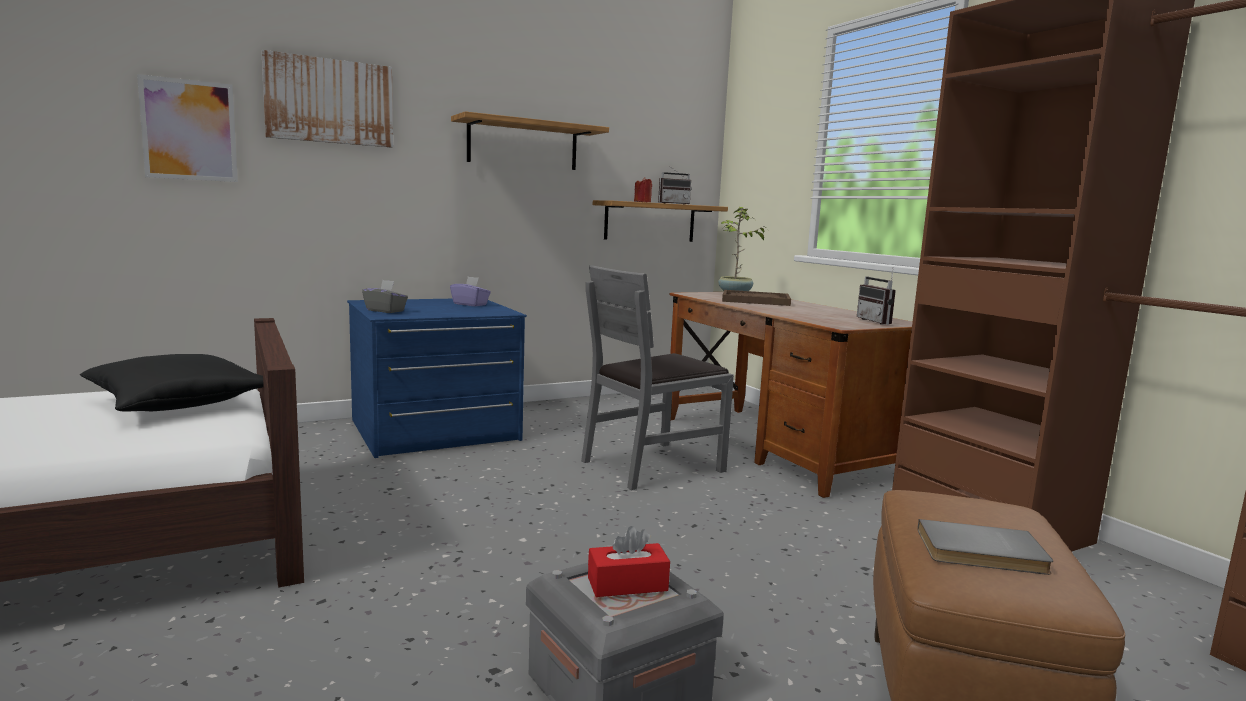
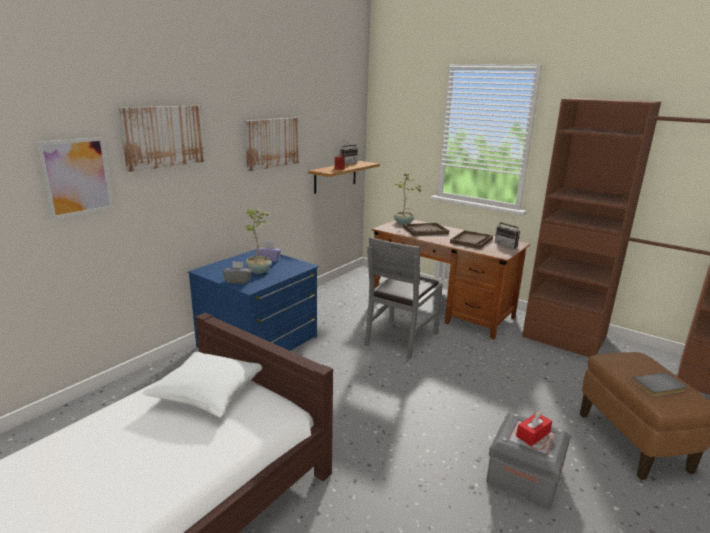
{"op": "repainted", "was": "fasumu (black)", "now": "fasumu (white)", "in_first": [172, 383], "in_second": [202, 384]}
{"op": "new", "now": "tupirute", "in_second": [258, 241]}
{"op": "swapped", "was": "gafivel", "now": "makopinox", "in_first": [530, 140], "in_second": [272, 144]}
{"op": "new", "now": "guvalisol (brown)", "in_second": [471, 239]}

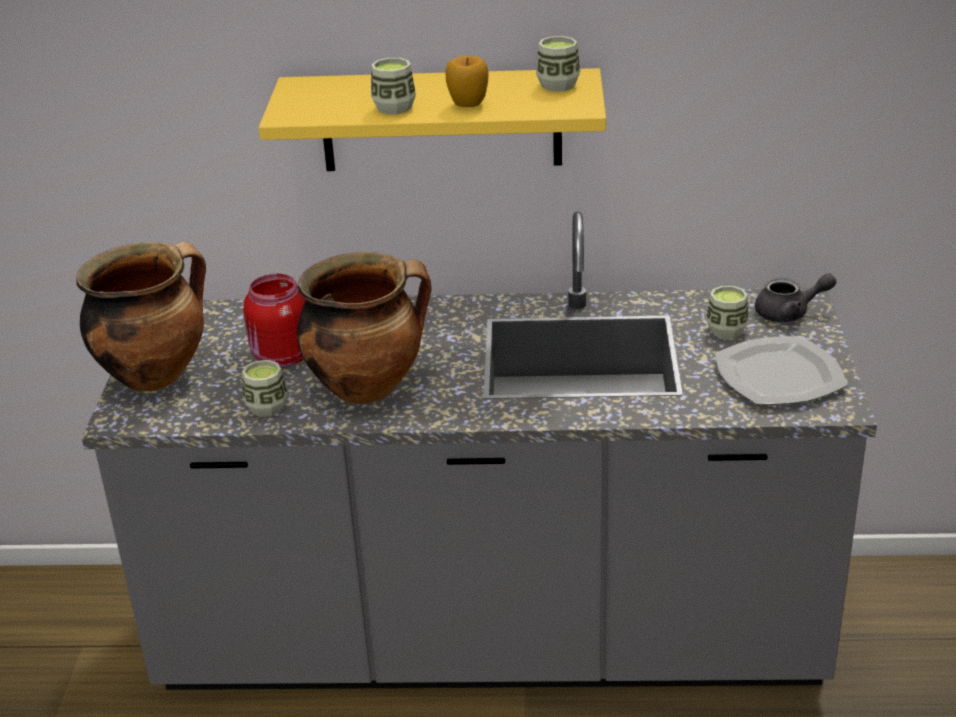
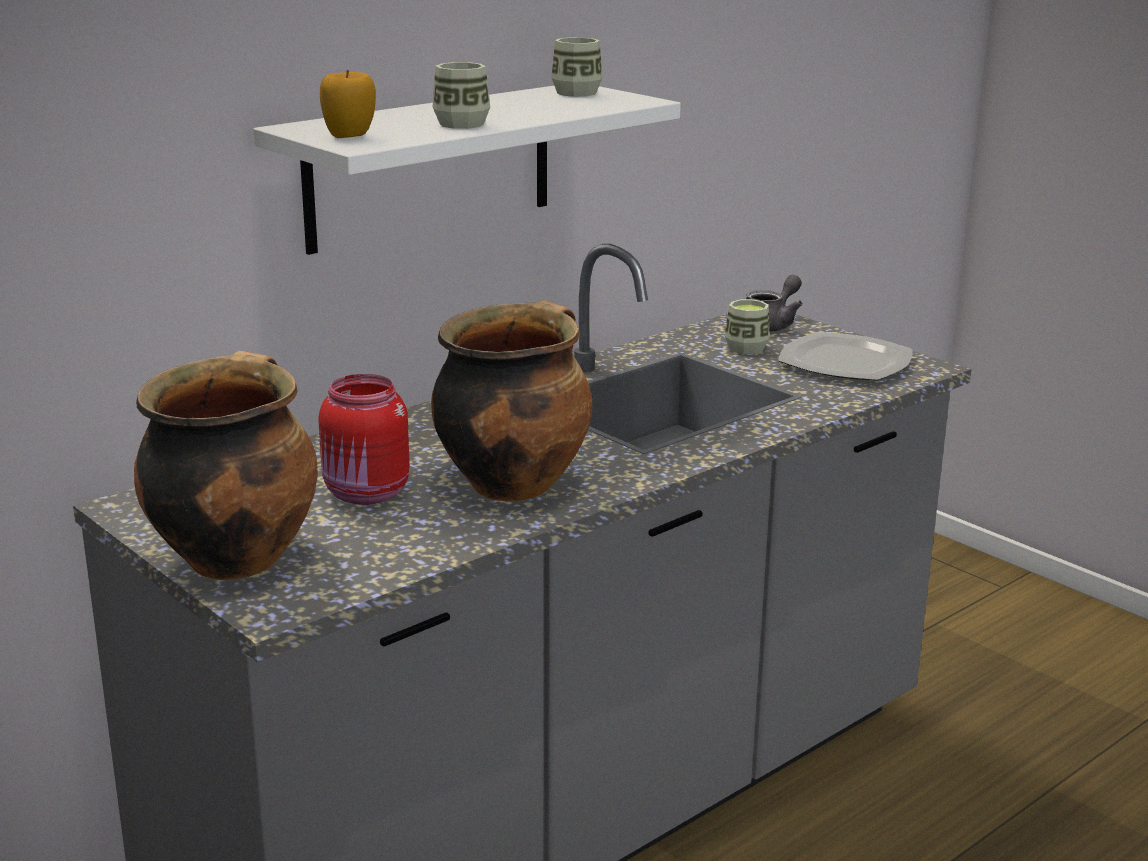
{"op": "repainted", "was": "gafivel (yellow)", "now": "gafivel (white)", "in_first": [432, 119], "in_second": [467, 170]}
{"op": "shifted", "was": "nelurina", "in_first": [467, 81], "in_second": [348, 104]}
{"op": "gone", "was": "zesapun", "in_first": [265, 388]}

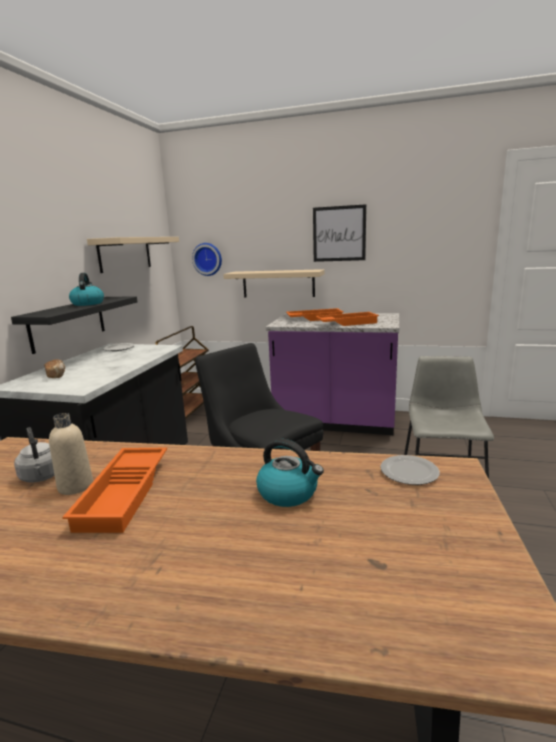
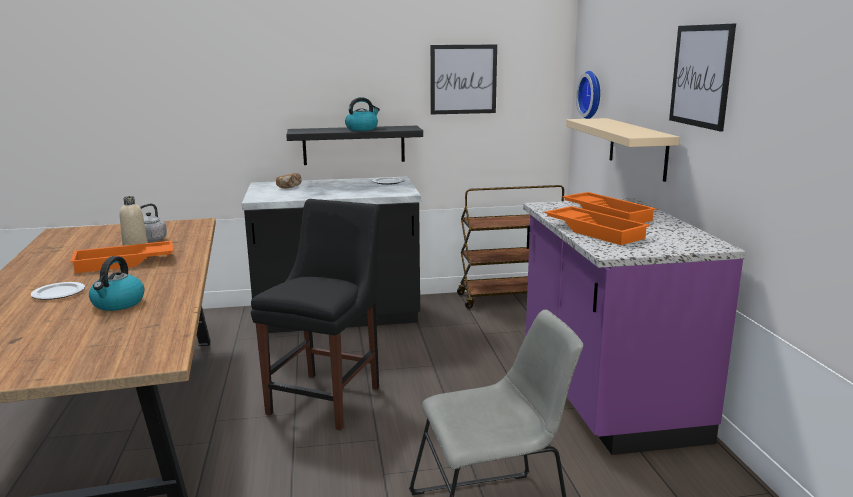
{"op": "shifted", "was": "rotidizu", "in_first": [410, 470], "in_second": [58, 291]}
{"op": "swapped", "was": "gafivel (beige)", "now": "makopinox", "in_first": [133, 255], "in_second": [463, 79]}

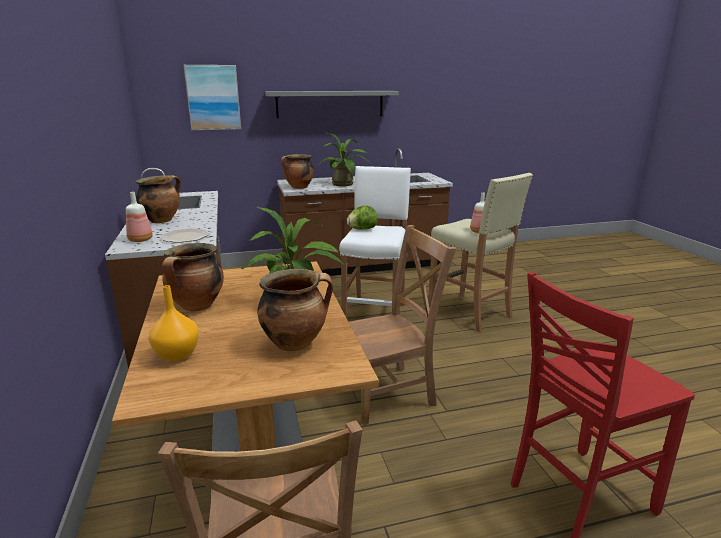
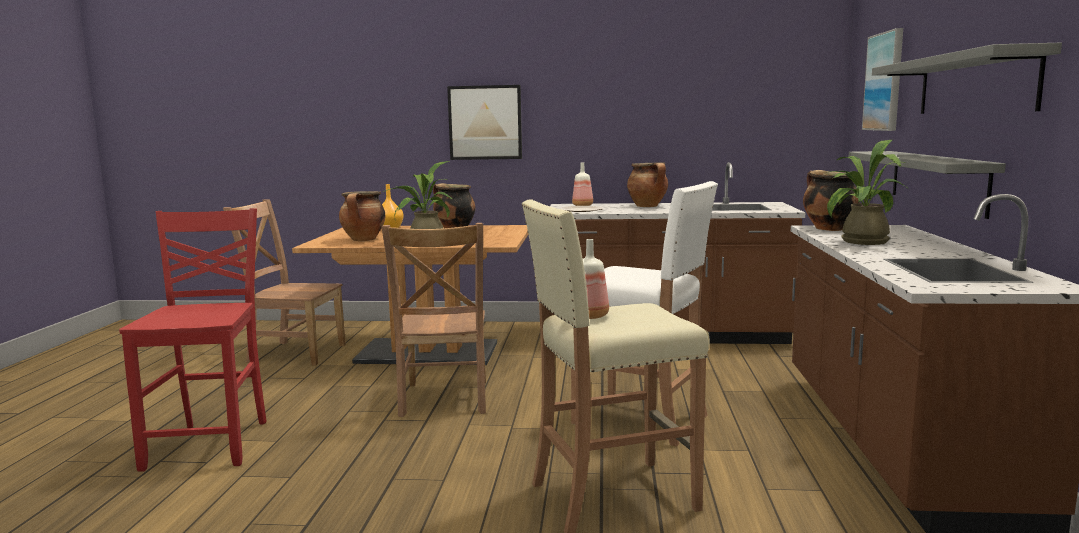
{"op": "new", "now": "makopinox", "in_second": [484, 122]}
{"op": "new", "now": "gafivel (grey)", "in_second": [927, 185]}
{"op": "gone", "was": "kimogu", "in_first": [362, 218]}

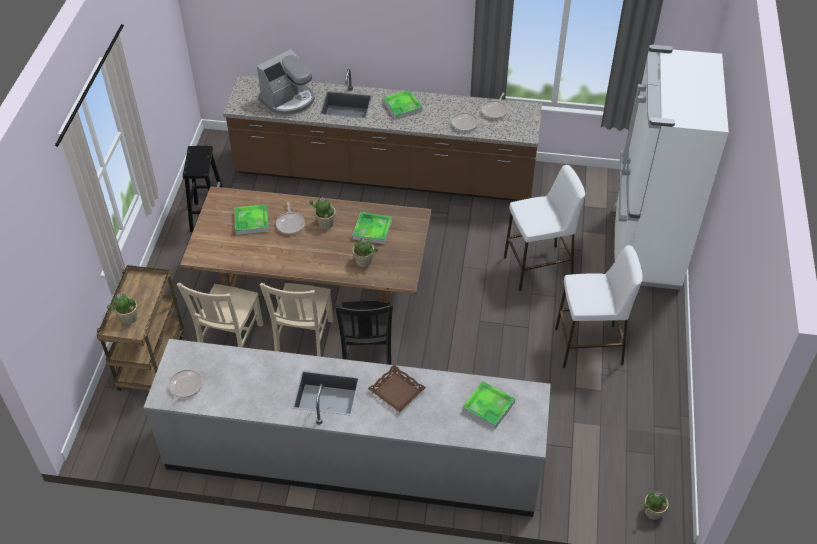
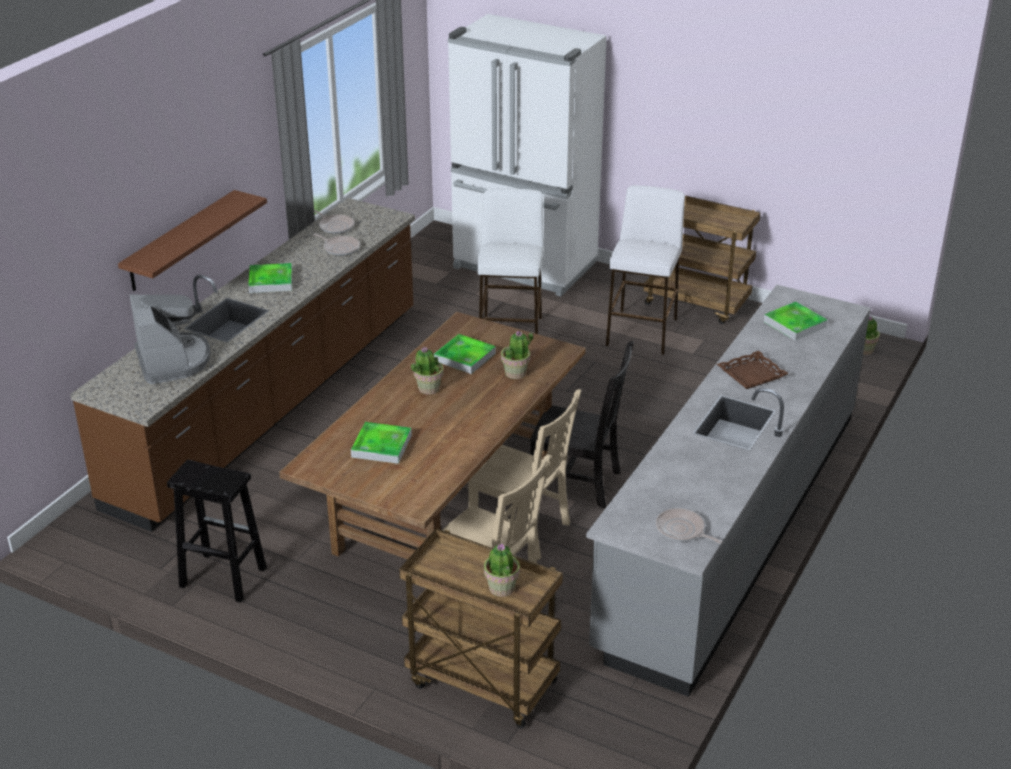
{"op": "new", "now": "gafivel (brown)", "in_second": [192, 240]}
{"op": "new", "now": "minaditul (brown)", "in_second": [701, 260]}
{"op": "gone", "was": "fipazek", "in_first": [290, 217]}

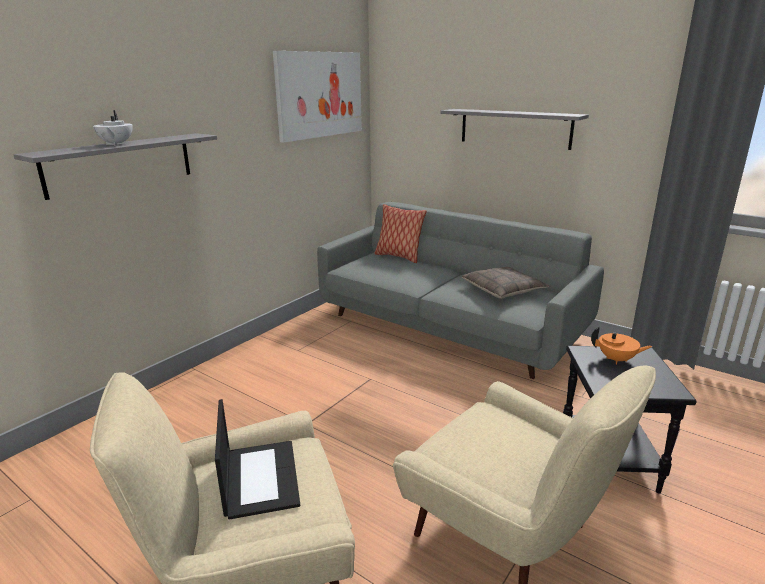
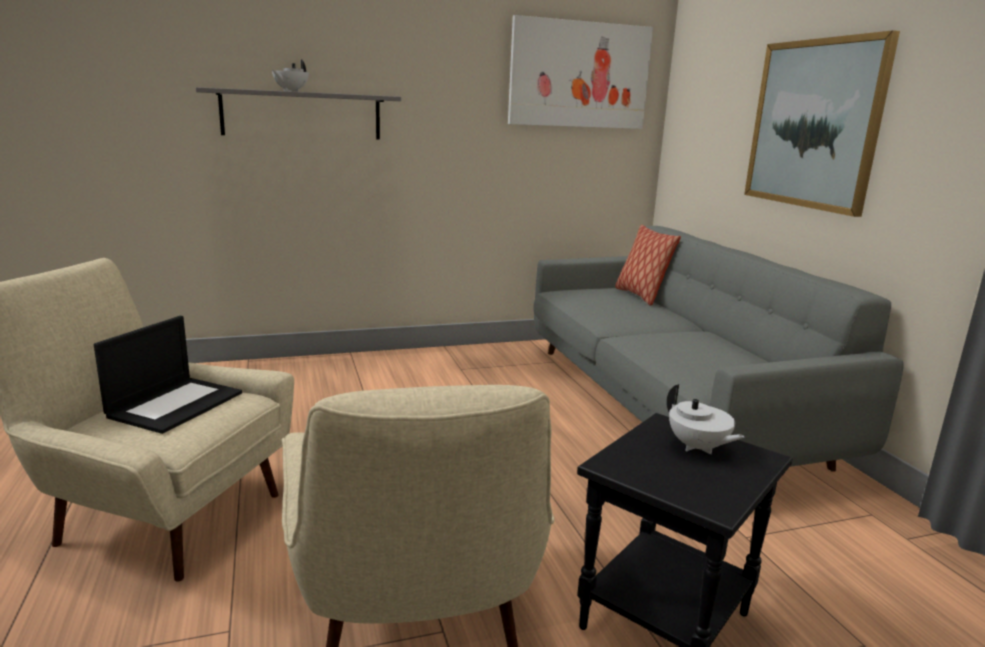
{"op": "repainted", "was": "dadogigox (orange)", "now": "dadogigox (white)", "in_first": [621, 345], "in_second": [706, 419]}
{"op": "swapped", "was": "gafivel (grey)", "now": "makopinox", "in_first": [514, 129], "in_second": [822, 123]}
{"op": "gone", "was": "fasumu", "in_first": [505, 283]}

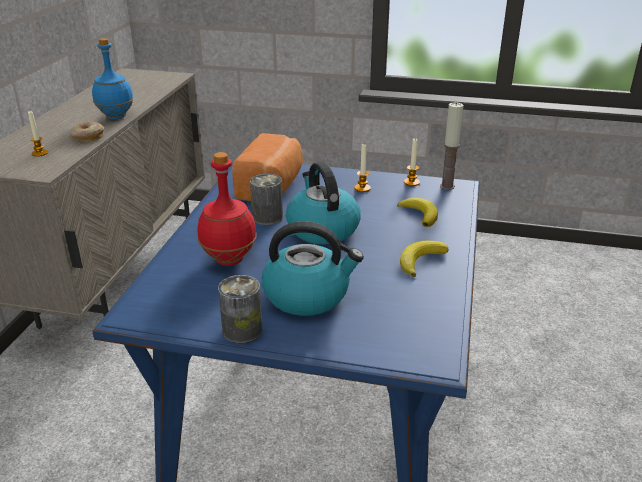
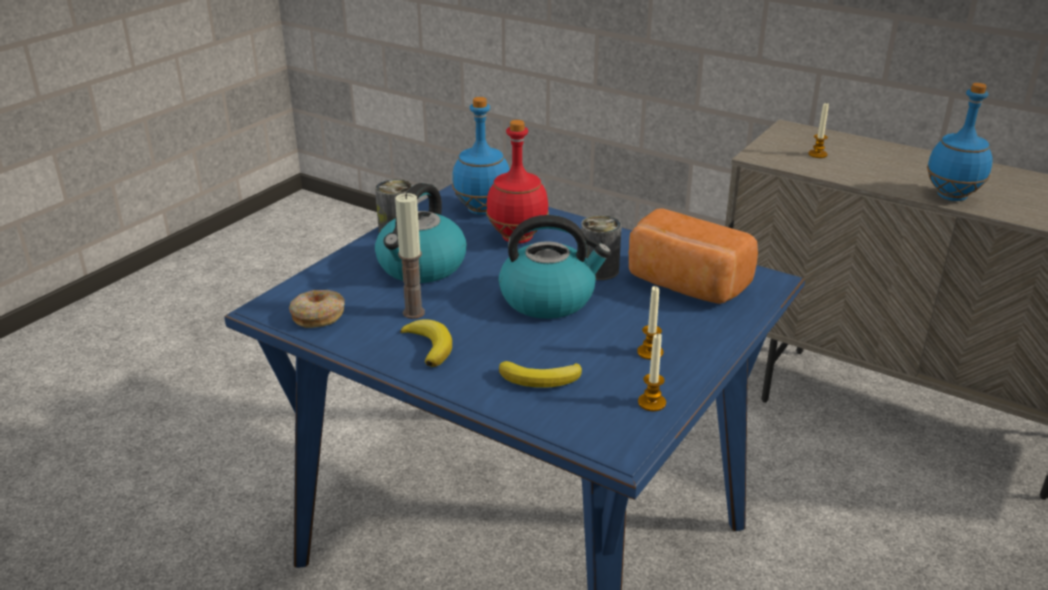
{"op": "shifted", "was": "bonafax", "in_first": [87, 132], "in_second": [317, 309]}
{"op": "shifted", "was": "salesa", "in_first": [452, 146], "in_second": [410, 256]}
{"op": "new", "now": "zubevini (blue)", "in_second": [481, 156]}

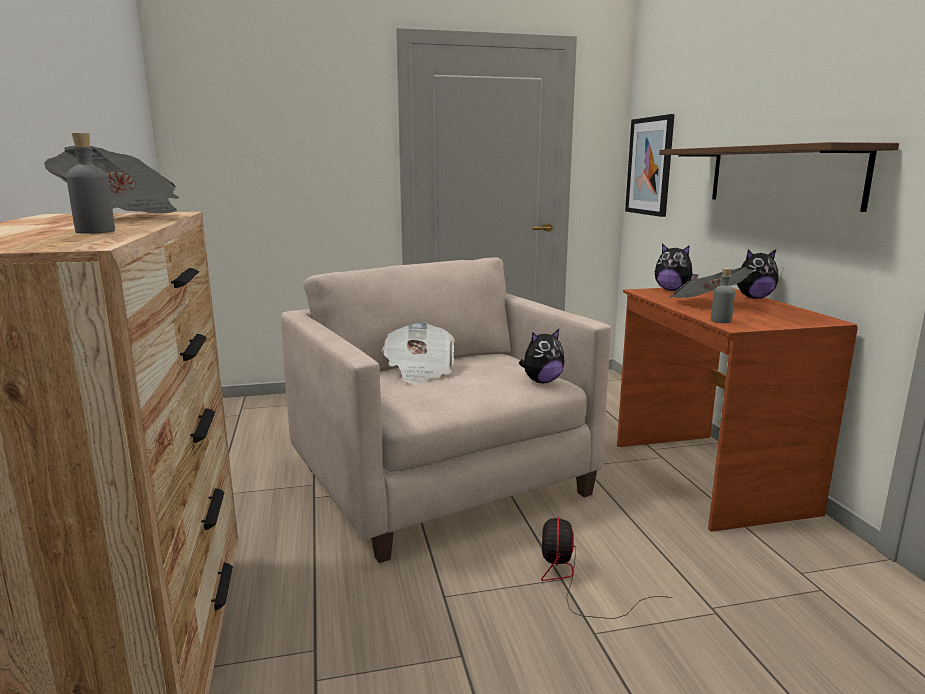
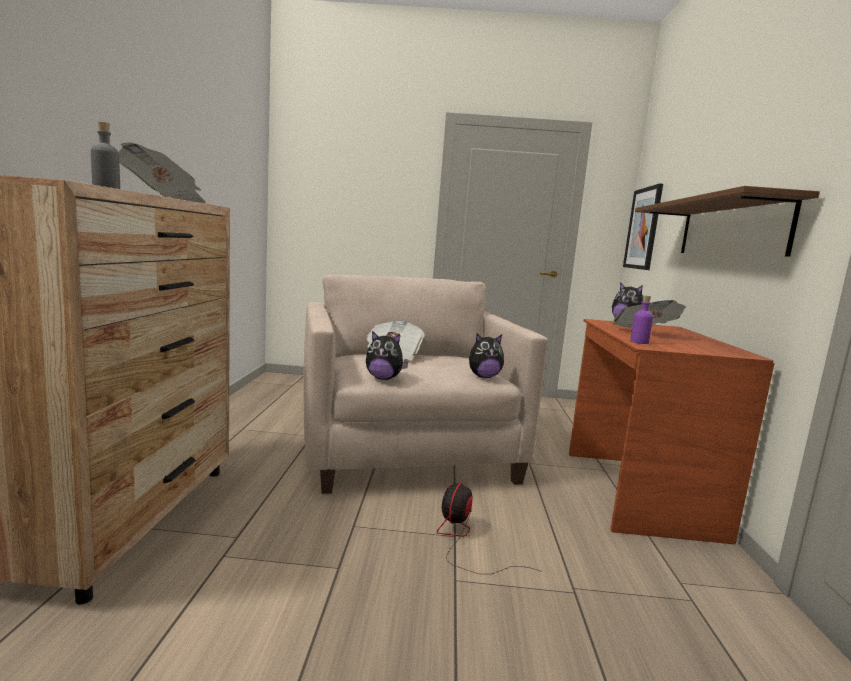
{"op": "shifted", "was": "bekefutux", "in_first": [757, 274], "in_second": [387, 355]}
{"op": "repainted", "was": "zubevini (grey)", "now": "zubevini (purple)", "in_first": [723, 295], "in_second": [641, 319]}

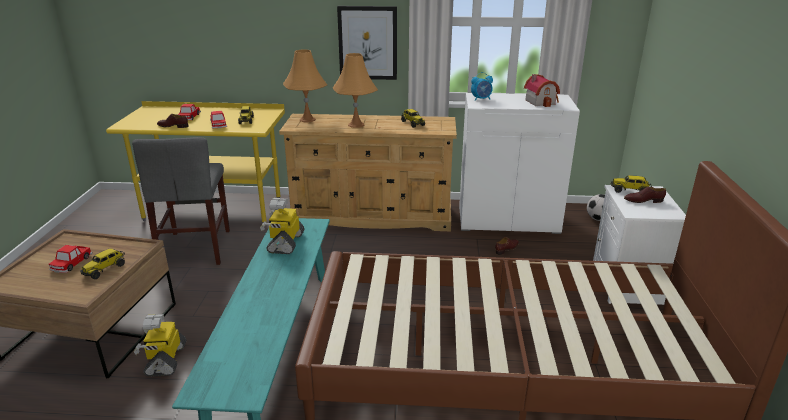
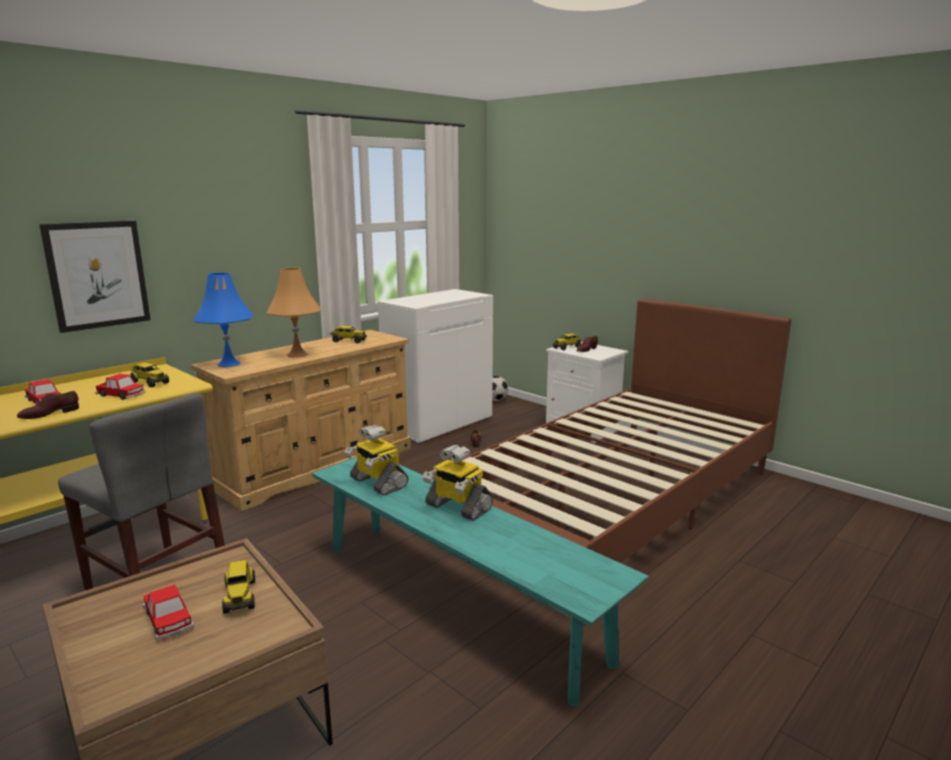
{"op": "shifted", "was": "makopinox", "in_first": [367, 43], "in_second": [95, 277]}
{"op": "repainted", "was": "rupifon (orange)", "now": "rupifon (blue)", "in_first": [305, 86], "in_second": [223, 319]}
{"op": "shifted", "was": "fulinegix", "in_first": [160, 345], "in_second": [458, 483]}
{"op": "gone", "was": "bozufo", "in_first": [482, 86]}
{"op": "gone", "was": "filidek", "in_first": [542, 90]}

